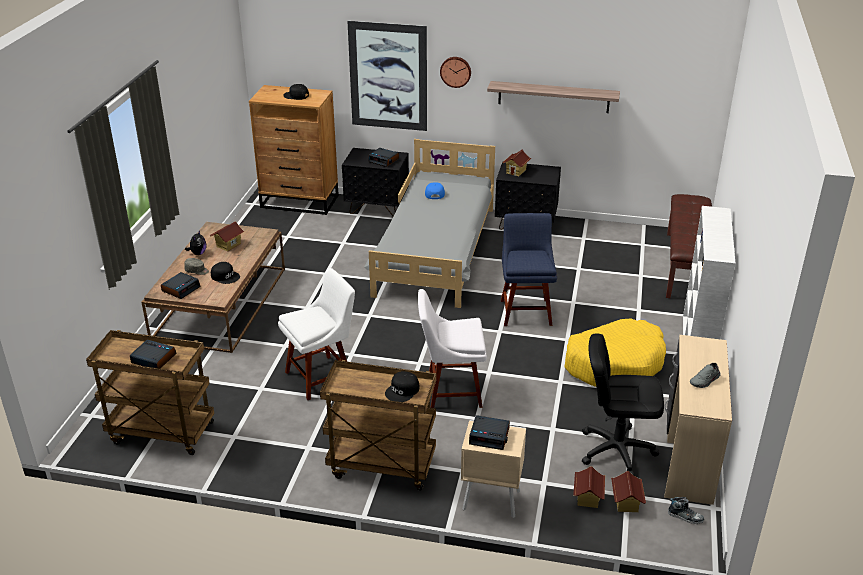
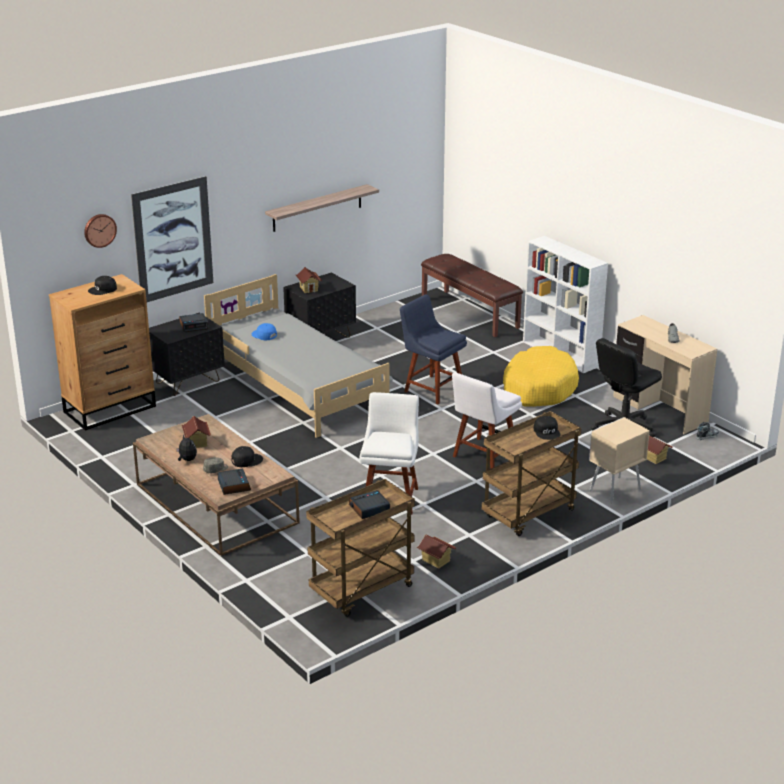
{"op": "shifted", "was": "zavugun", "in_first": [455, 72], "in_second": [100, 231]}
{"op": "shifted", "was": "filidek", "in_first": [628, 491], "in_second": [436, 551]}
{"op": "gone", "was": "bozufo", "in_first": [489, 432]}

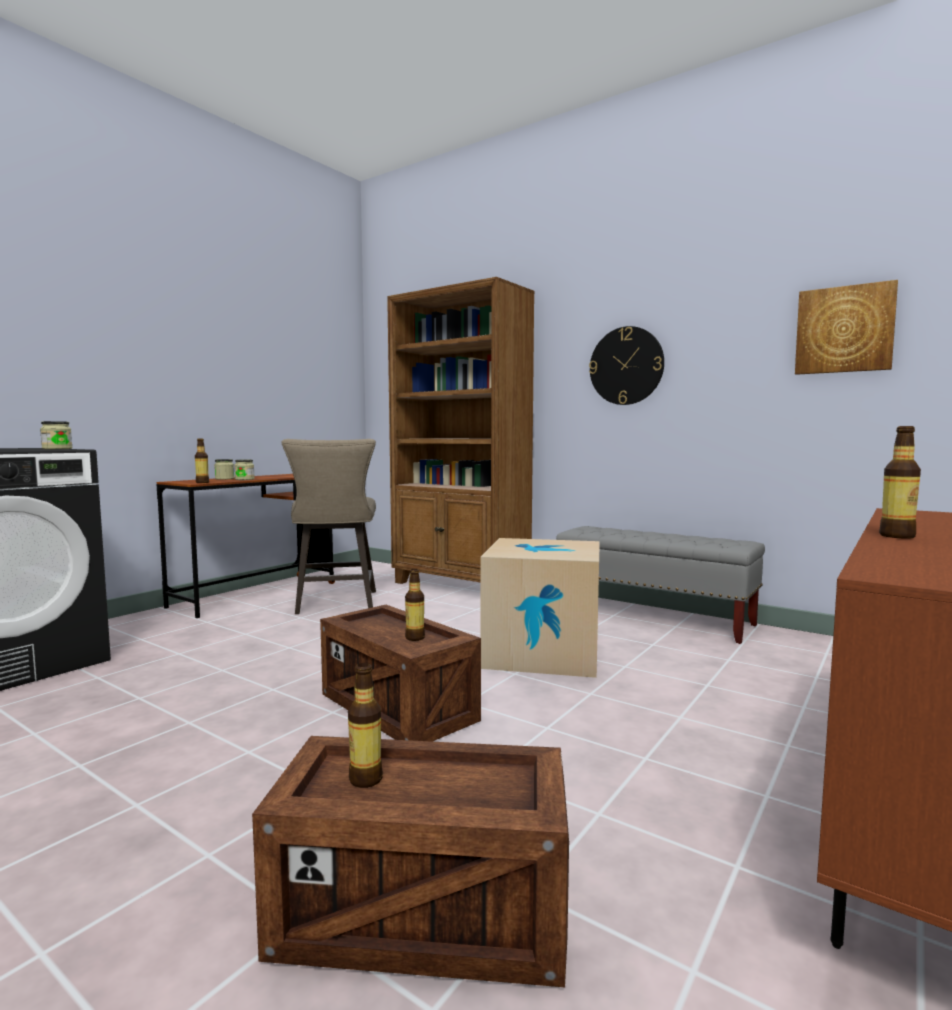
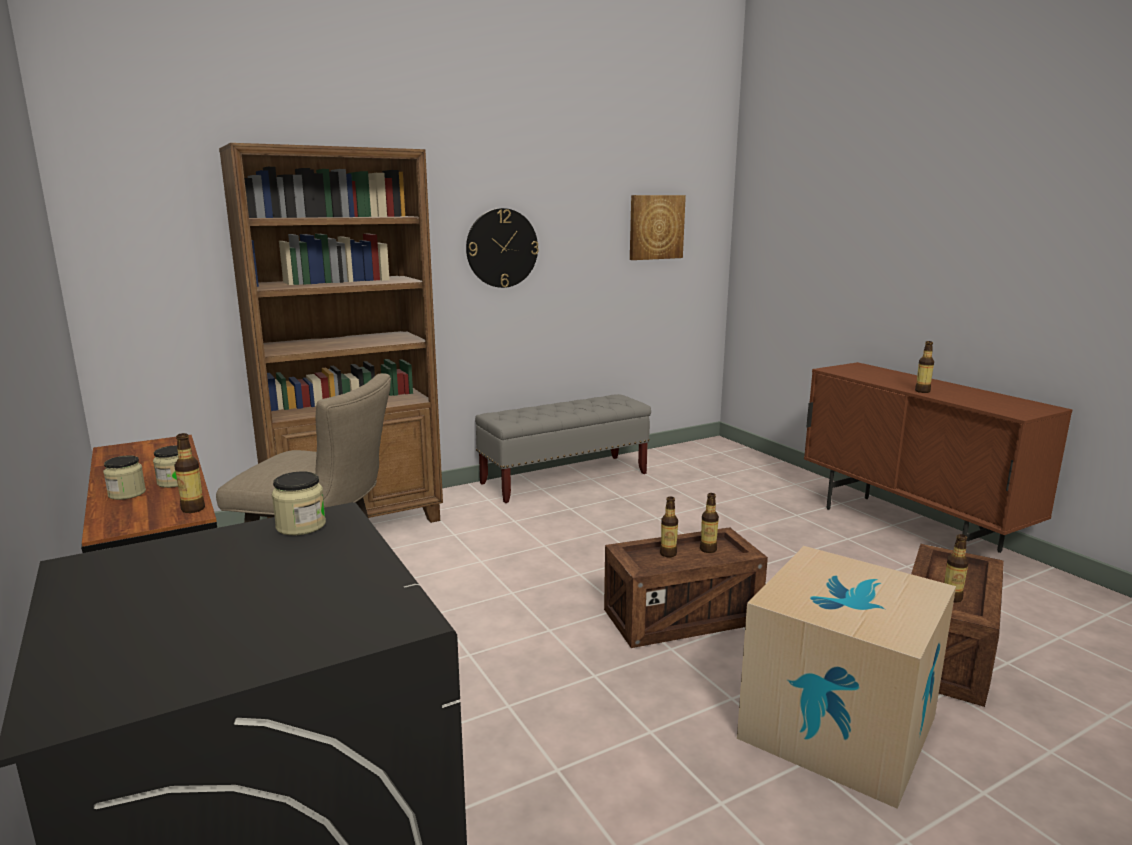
{"op": "new", "now": "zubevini", "in_second": [669, 526]}
{"op": "shifted", "was": "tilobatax", "in_first": [540, 608], "in_second": [846, 677]}

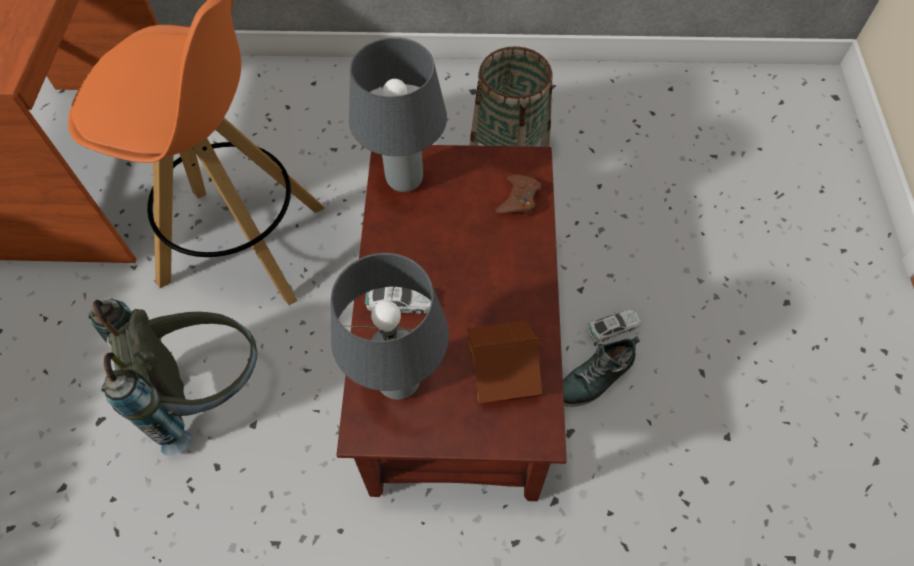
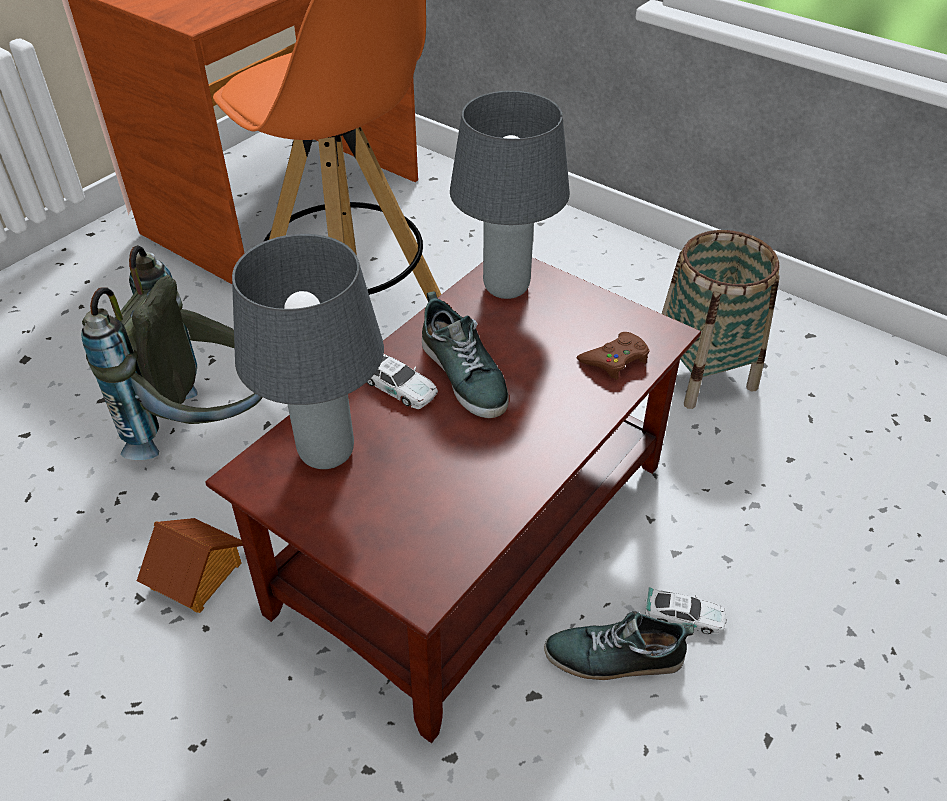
{"op": "shifted", "was": "filidek", "in_first": [504, 361], "in_second": [190, 565]}
{"op": "new", "now": "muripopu", "in_second": [465, 354]}

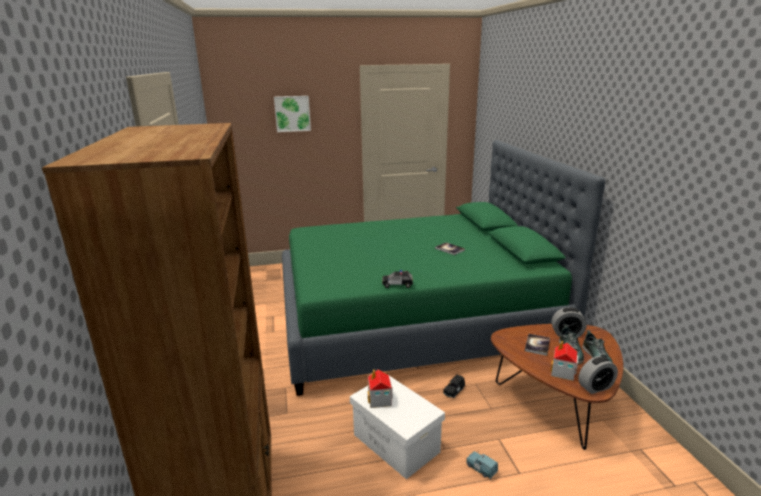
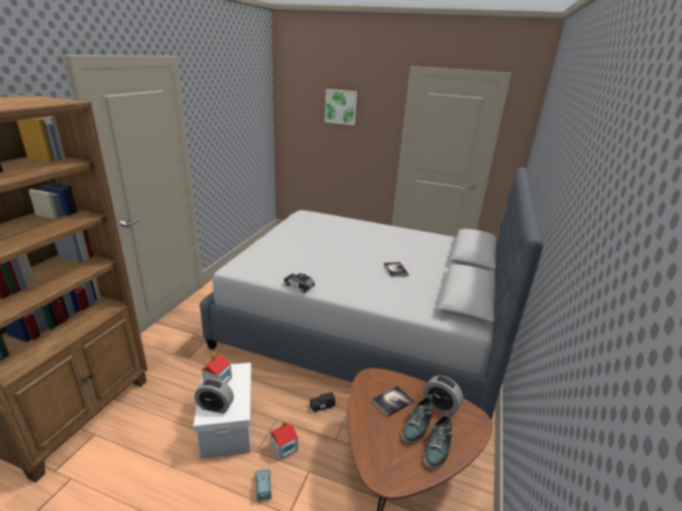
{"op": "shifted", "was": "bozufo", "in_first": [598, 375], "in_second": [214, 396]}
{"op": "repainted", "was": "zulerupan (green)", "now": "zulerupan (grey)", "in_first": [444, 268], "in_second": [371, 293]}
{"op": "shifted", "was": "filidek", "in_first": [564, 361], "in_second": [284, 440]}

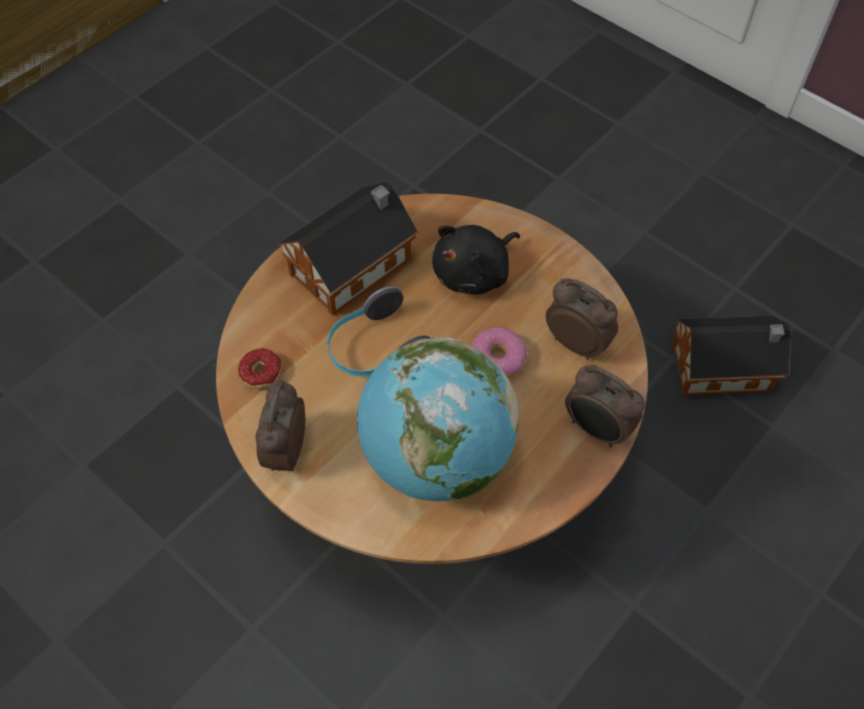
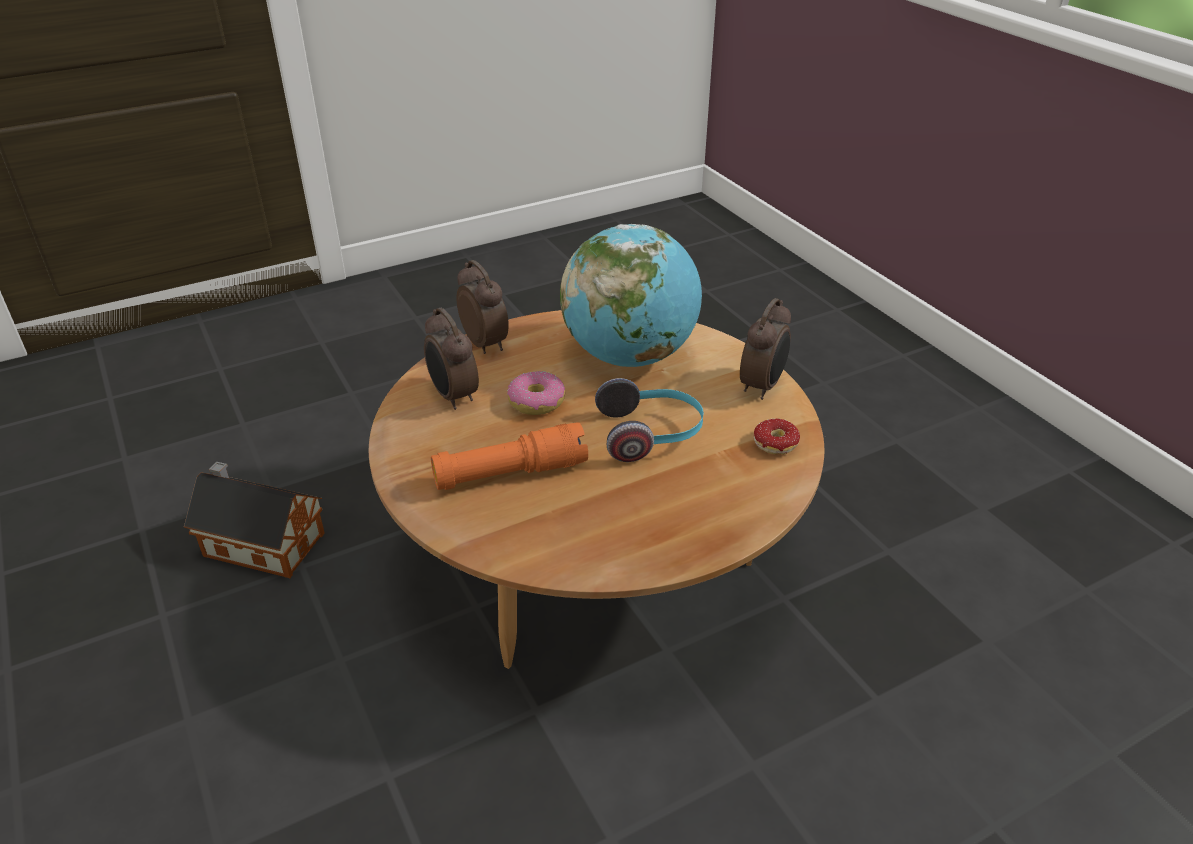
{"op": "swapped", "was": "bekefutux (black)", "now": "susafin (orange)", "in_first": [476, 260], "in_second": [509, 456]}
{"op": "gone", "was": "filidek", "in_first": [348, 248]}

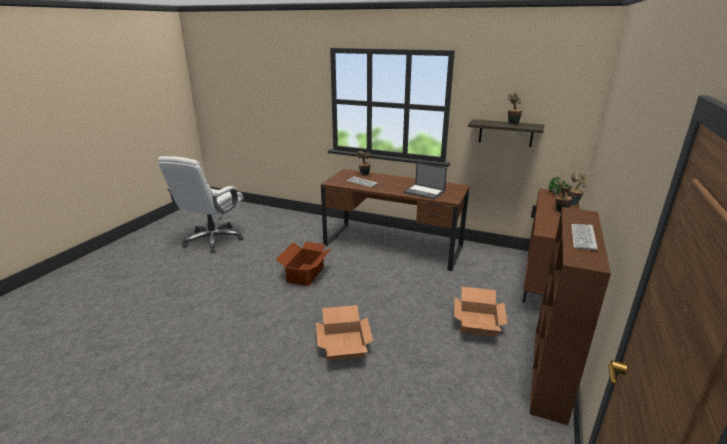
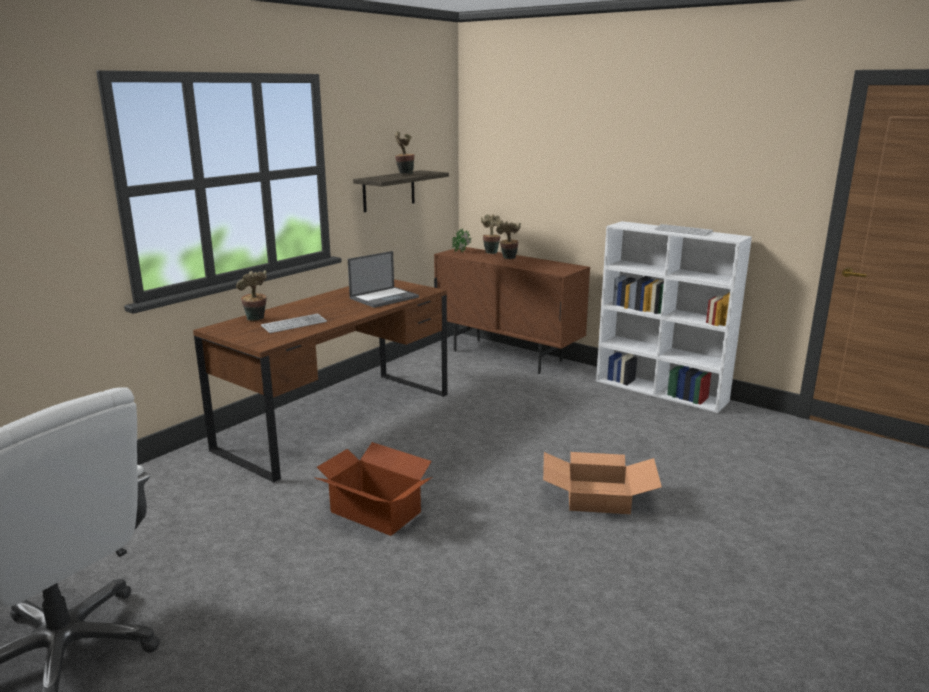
{"op": "repainted", "was": "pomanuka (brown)", "now": "pomanuka (white)", "in_first": [570, 316], "in_second": [674, 317]}
{"op": "gone", "was": "tilobatax", "in_first": [480, 312]}

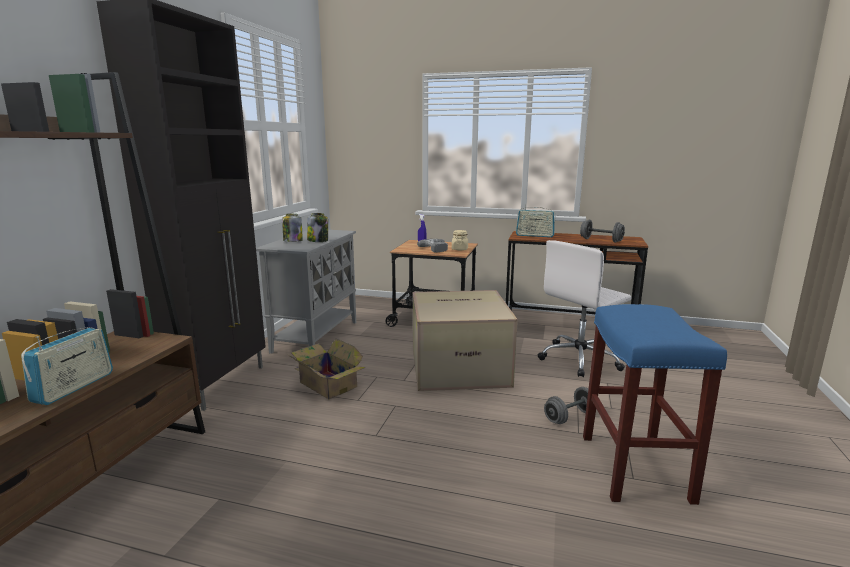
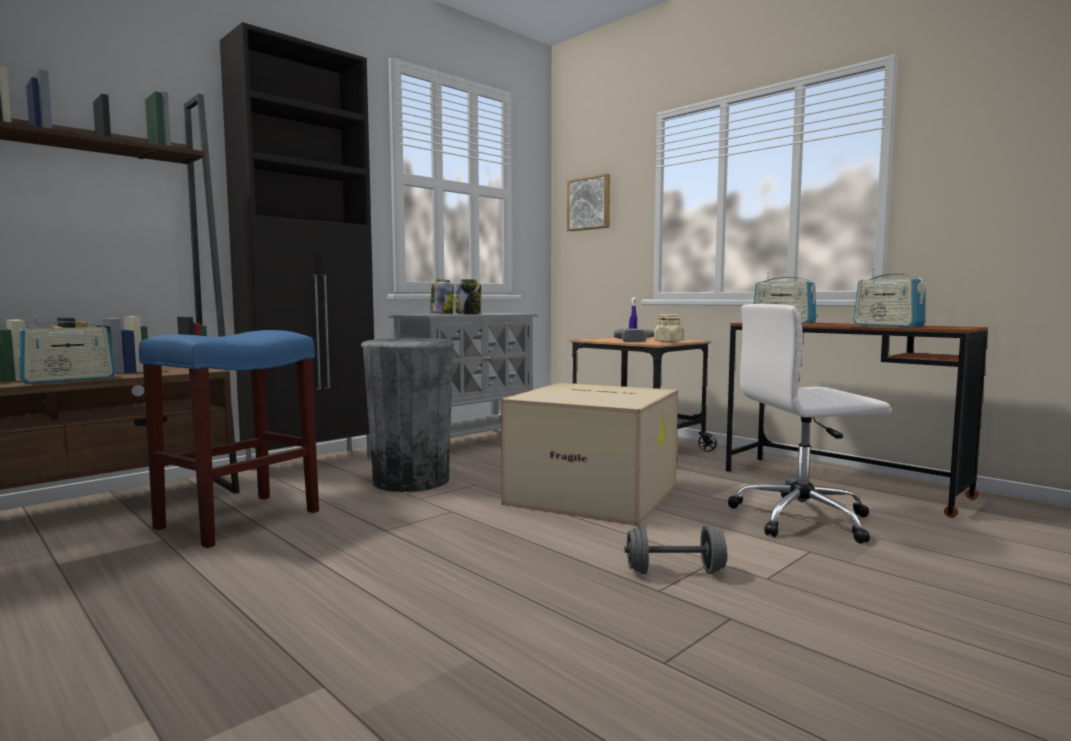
{"op": "shifted", "was": "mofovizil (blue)", "in_first": [655, 404], "in_second": [229, 439]}
{"op": "swapped", "was": "tilobatax", "now": "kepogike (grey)", "in_first": [326, 368], "in_second": [408, 413]}
{"op": "new", "now": "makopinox", "in_second": [588, 202]}
{"op": "swapped", "was": "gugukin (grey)", "now": "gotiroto", "in_first": [602, 231], "in_second": [890, 298]}

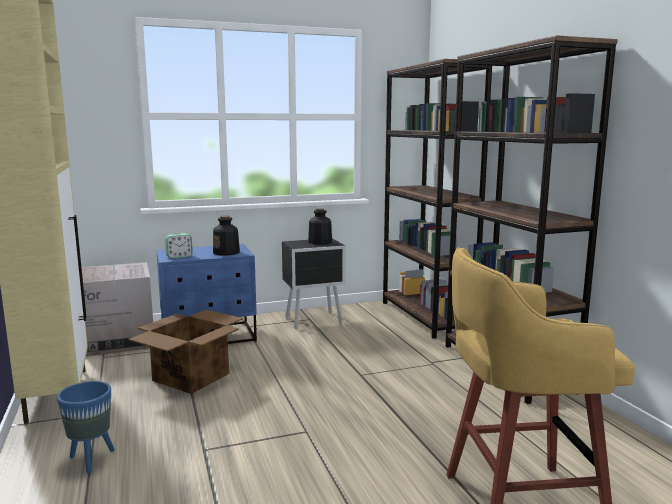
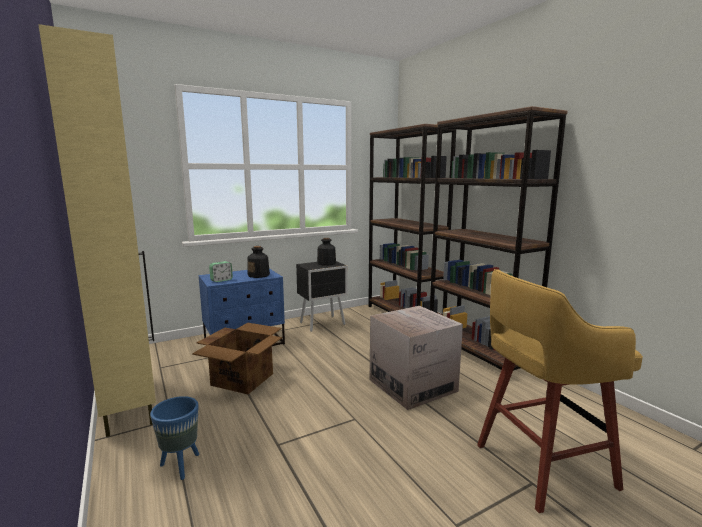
{"op": "shifted", "was": "tilobatax", "in_first": [117, 309], "in_second": [416, 358]}

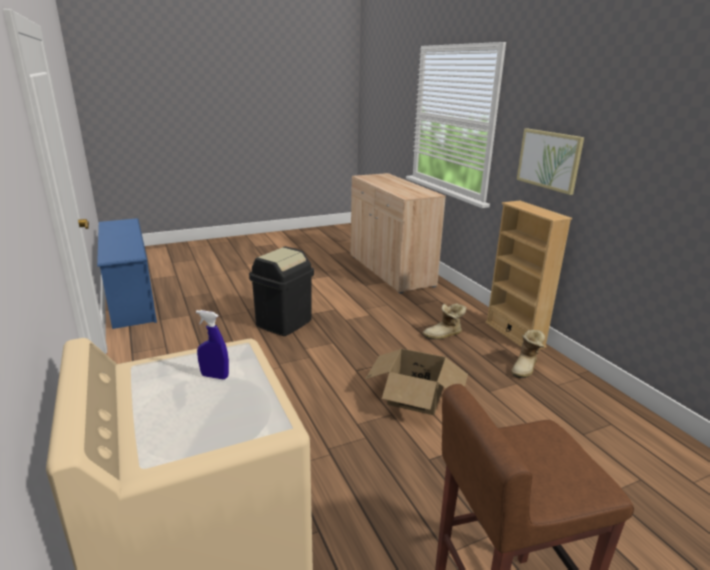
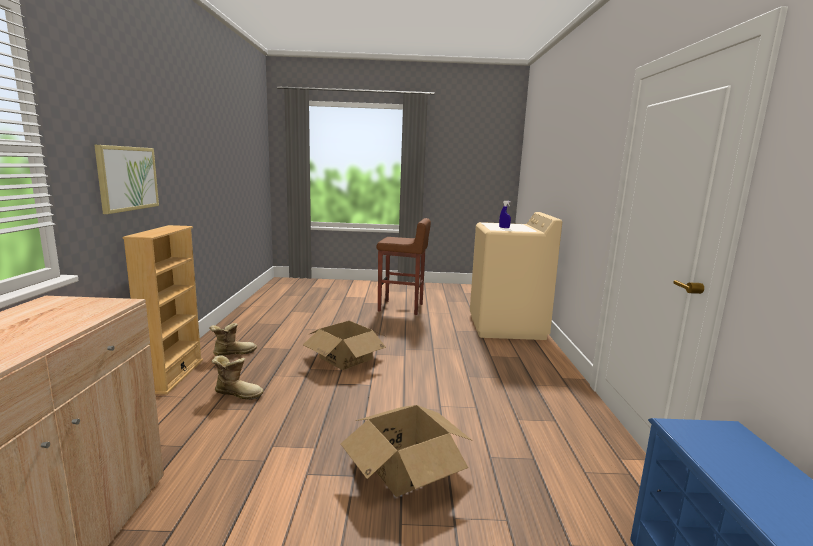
{"op": "swapped", "was": "kepogike (black)", "now": "tilobatax", "in_first": [281, 291], "in_second": [406, 451]}

